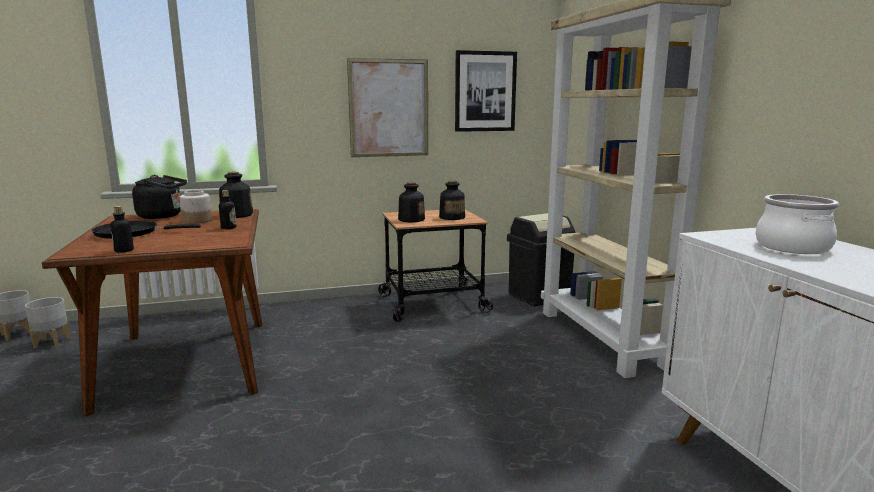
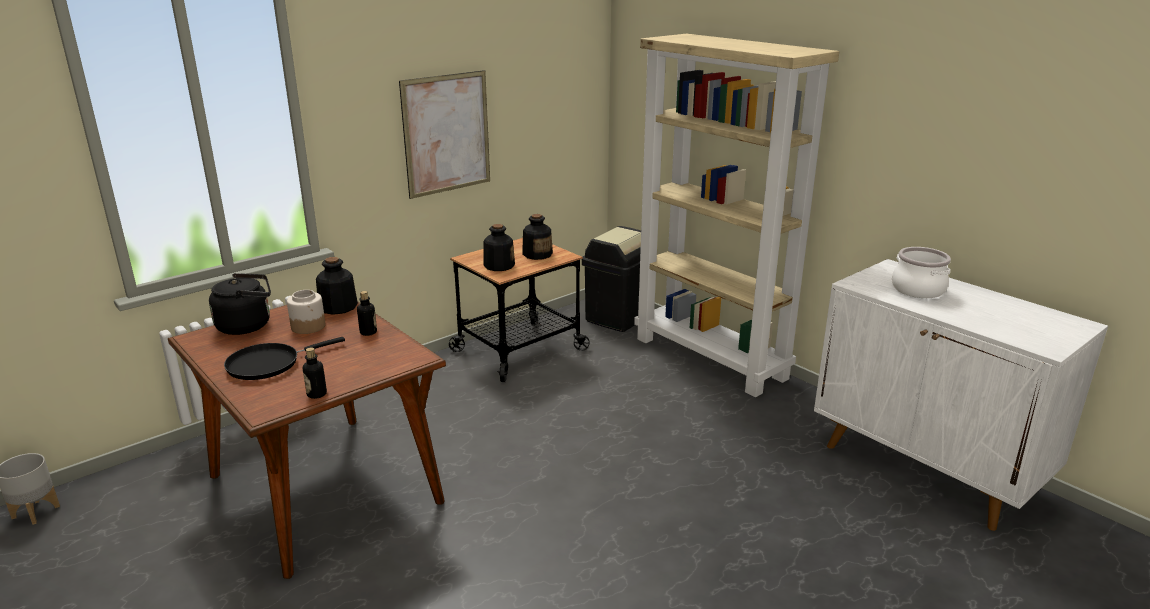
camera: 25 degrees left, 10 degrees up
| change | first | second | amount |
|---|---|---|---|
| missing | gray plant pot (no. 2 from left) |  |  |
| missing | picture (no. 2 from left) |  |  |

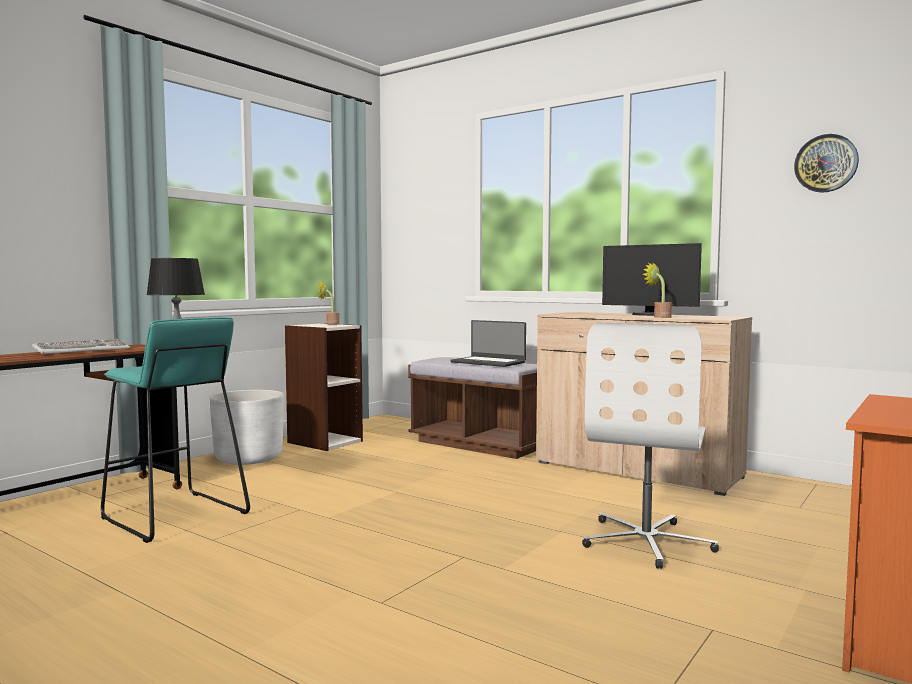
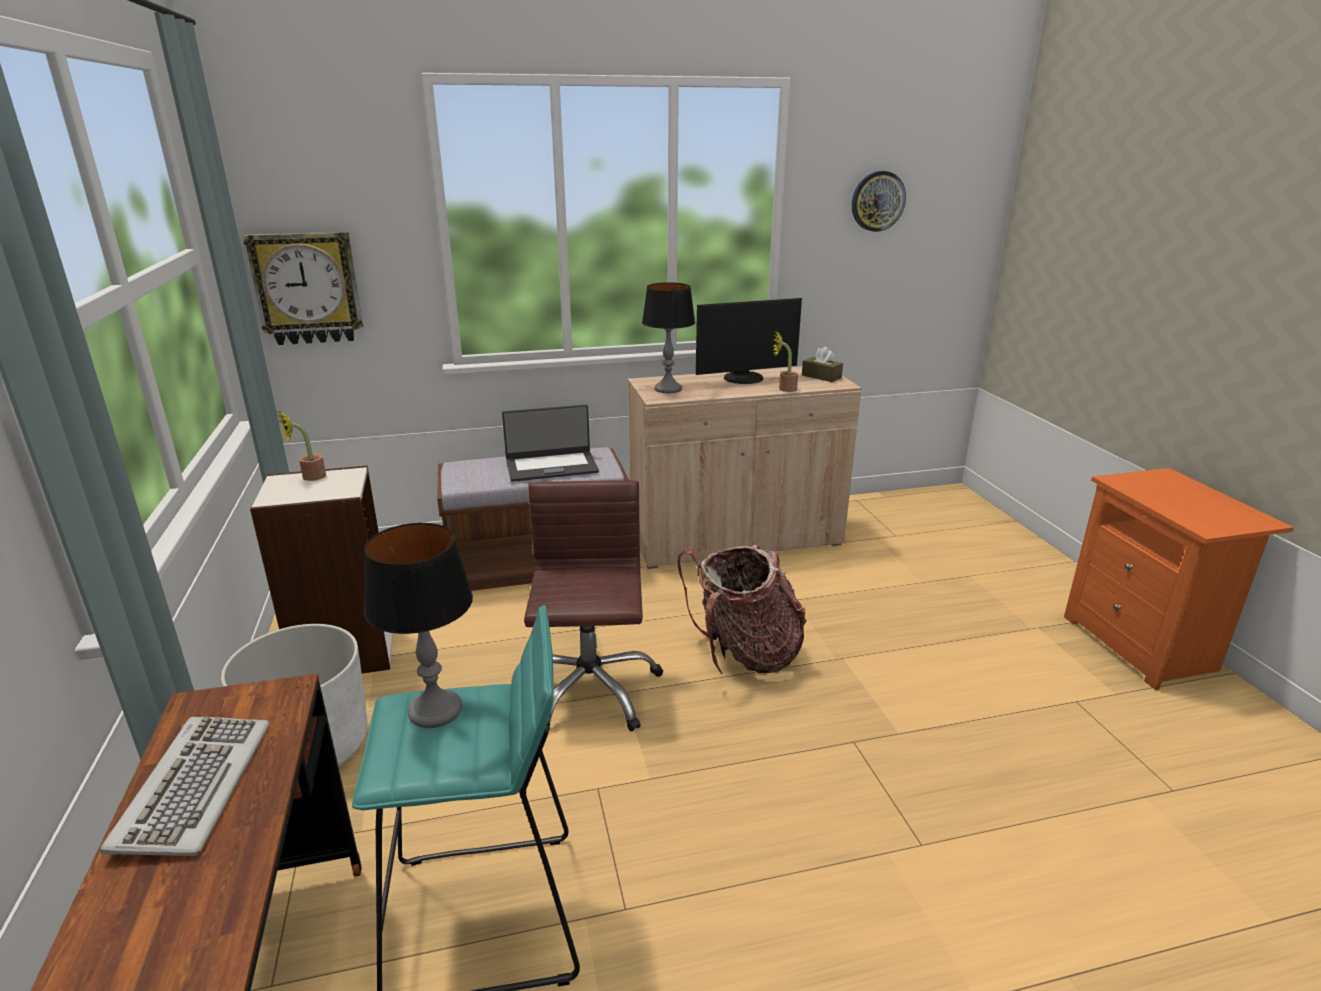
camera: 50 degrees left, 20 degrees up
| change | first | second | amount |
|---|---|---|---|
| missing | white desk chair |  |  |
| appeared |  | clock on the wall (no. 1 from left) |  |
| appeared |  | brown desk chair |  |
| appeared |  | table lamp (no. 2 from left) |  |
| appeared |  | backpack |  |
| appeared |  | brown tissue holder |  |

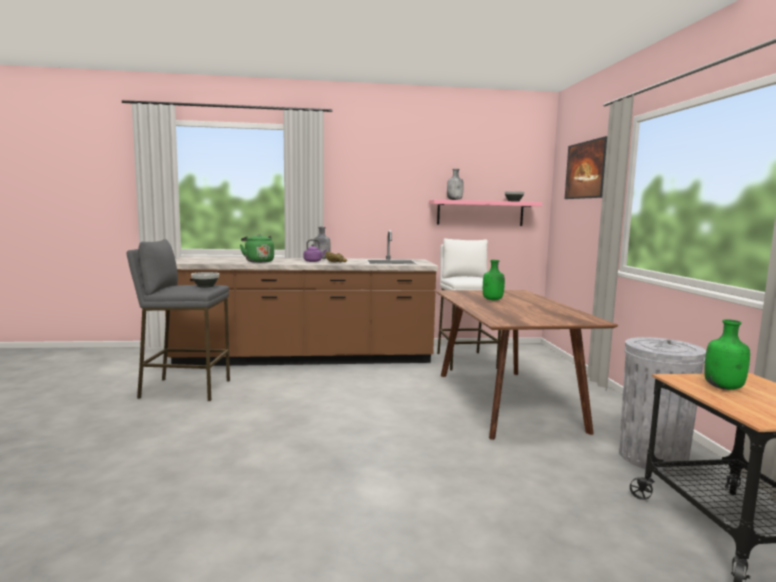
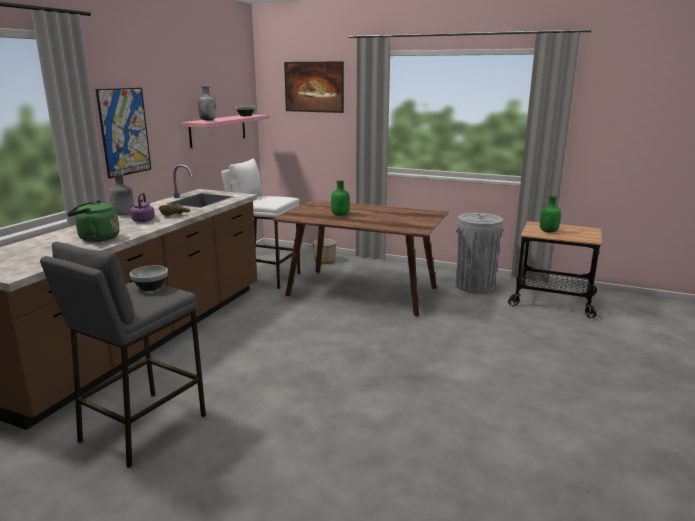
camera: 60 degrees left, 10 degrees up
| change | first | second | amount |
|---|---|---|---|
| appeared |  | picture (no. 1 from left) |  |
| appeared |  | plant pot |  |

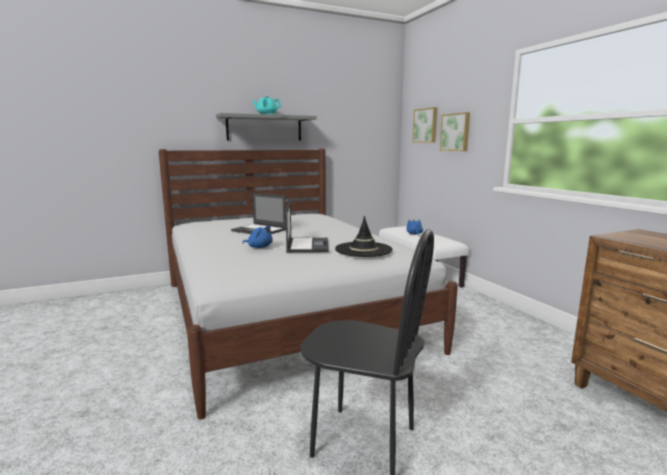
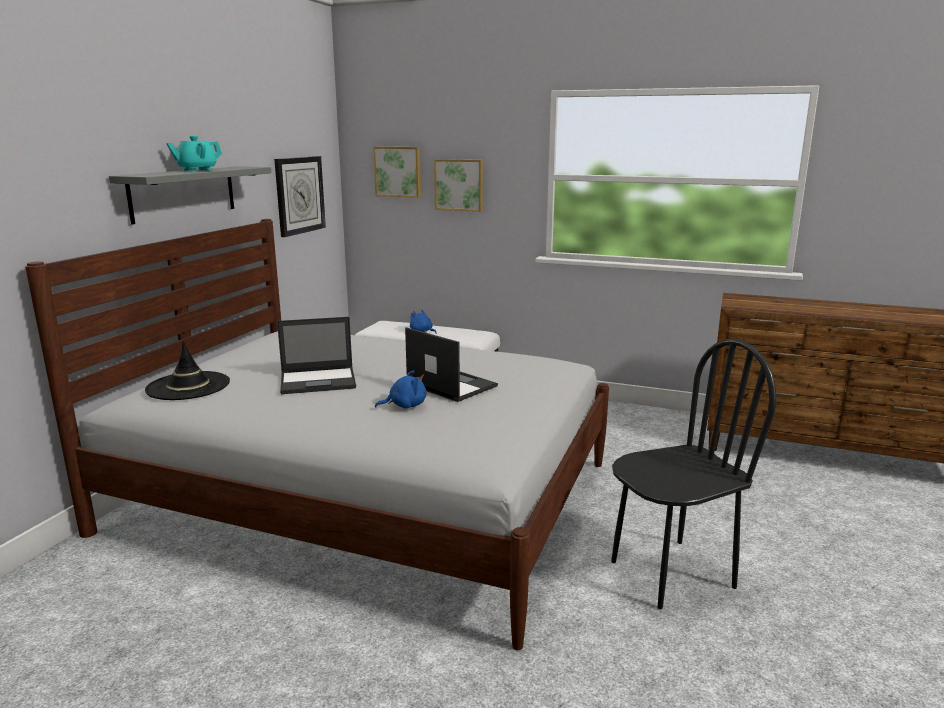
camera: 45 degrees left, 5 degrees up
| change | first | second | amount |
|---|---|---|---|
| relocated | black-coloured clothing hat |  |  |
| appeared |  | clock on the wall |  |

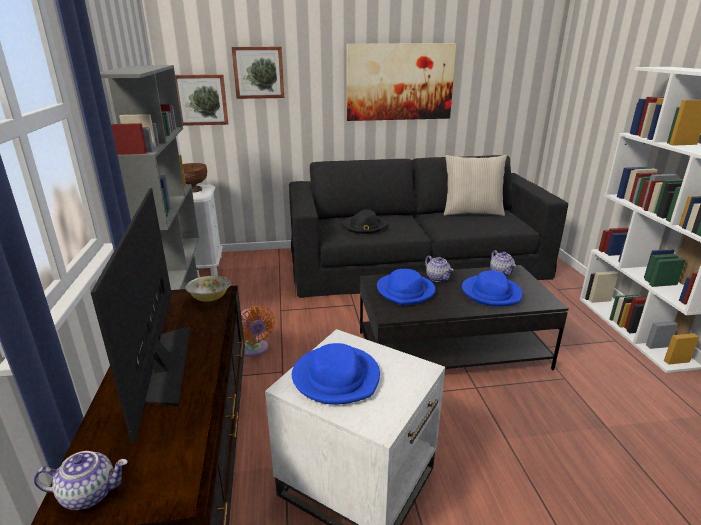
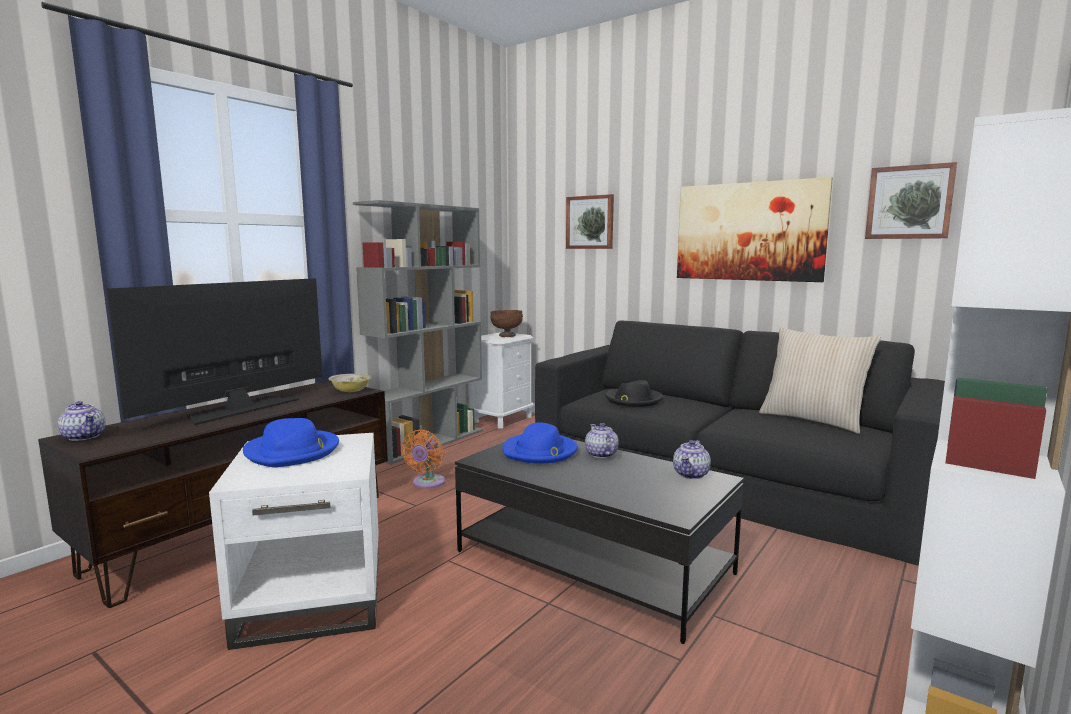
camera: 45 degrees right, 15 degrees down
| change | first | second | amount |
|---|---|---|---|
| relocated | picture (no. 1 from left in the first image) | picture (no. 3 from left) |  |
| spun | teapot (no. 2 from left) |  | 150 degrees clockwise |
| missing | blue-coloured clothing hat (no. 3 from left) |  |  |

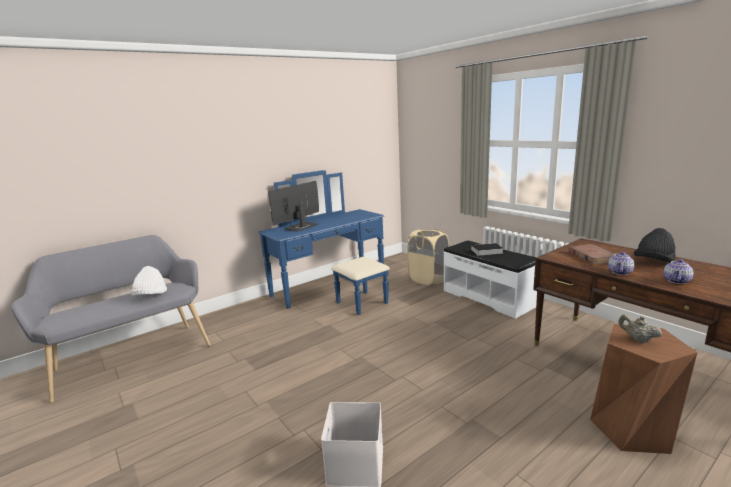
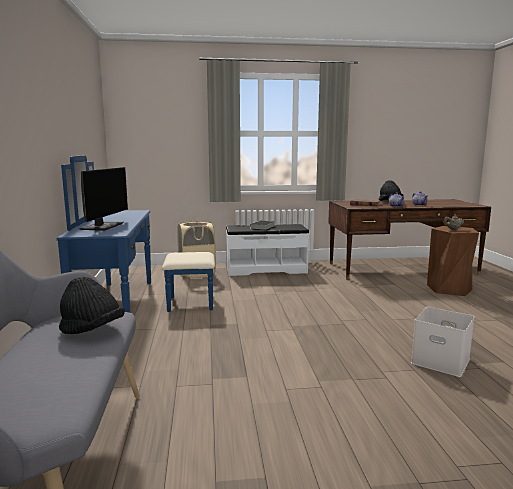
camera: 60 degrees left, 5 degrees down
| change | first | second | amount |
|---|---|---|---|
| colour | white clothing hat | black-coloured clothing hat (no. 1 from left) |  |
| spun | computer screen |  | 150 degrees counterclockwise |

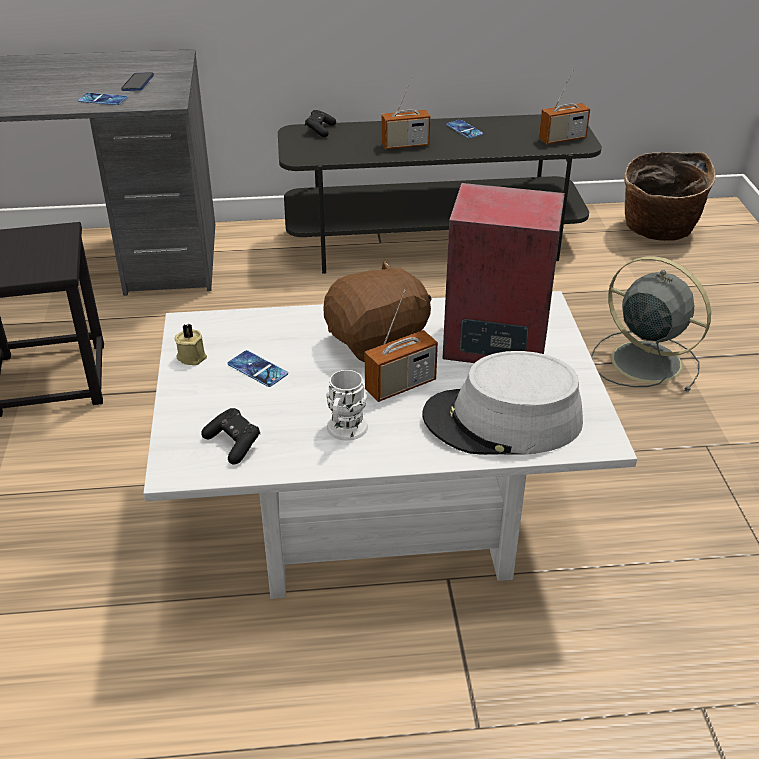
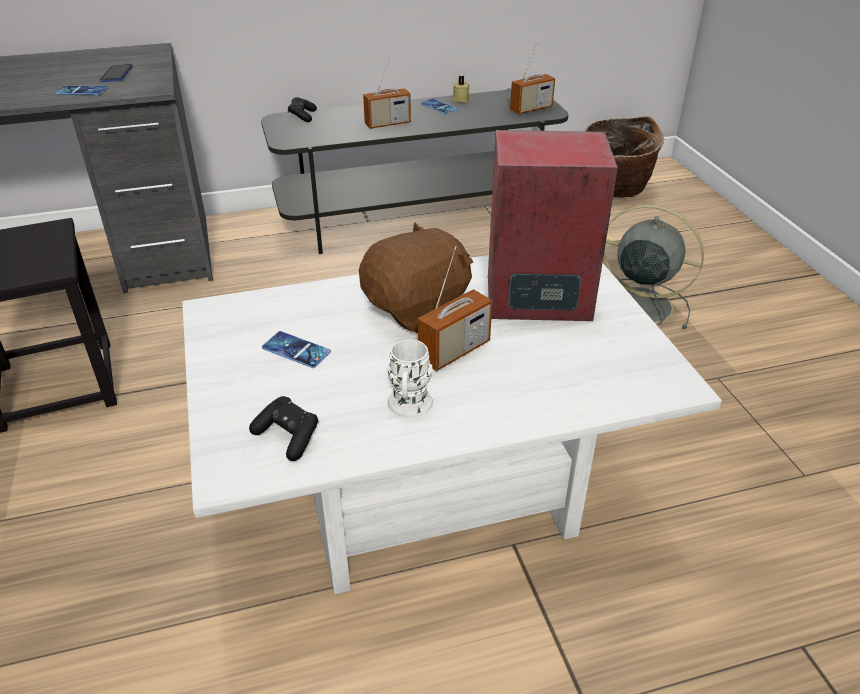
camera: 10 degrees left, 0 degrees up
| change | first | second | amount |
|---|---|---|---|
| relocated | beige candle |  |  |
| missing | gray clothing hat |  |  |

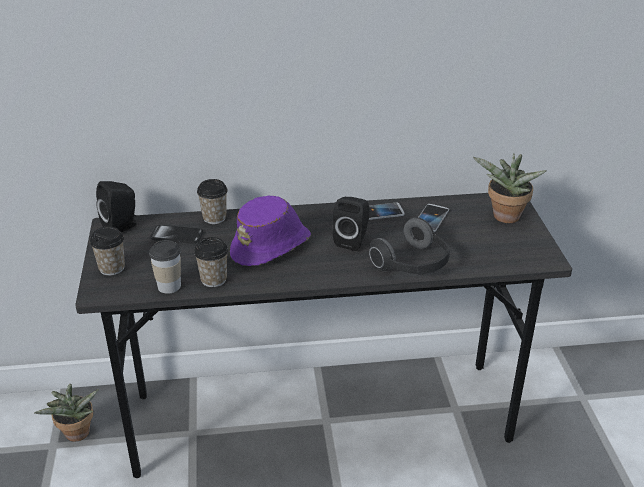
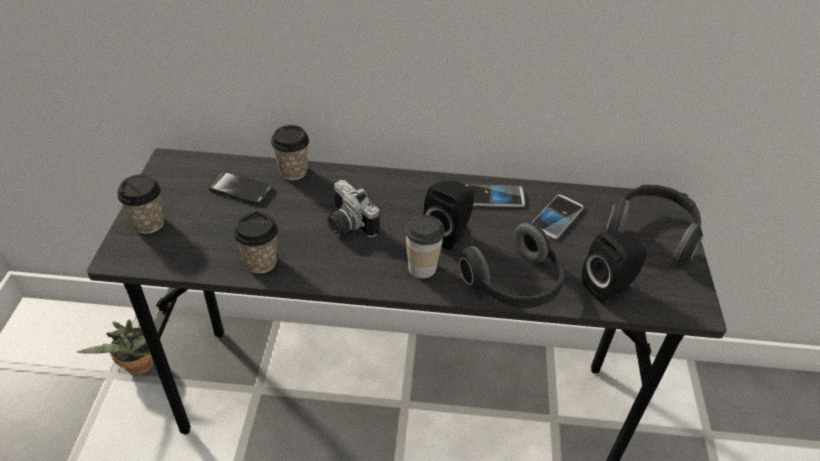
camera: 10 degrees right, 10 degrees up
| change | first | second | amount |
|---|---|---|---|
| relocated | black-coloured loudspeaker (no. 1 from left in the first image) | black-coloured loudspeaker (no. 2 from left) |  |
| relocated | small cup (no. 2 from left in the first image) | small cup (no. 4 from left) |  |
| exchanged | purple clothing hat | still camera |  |
| exchanged | plant in a pot (no. 2 from left) | headphones (no. 2 from left) |  |

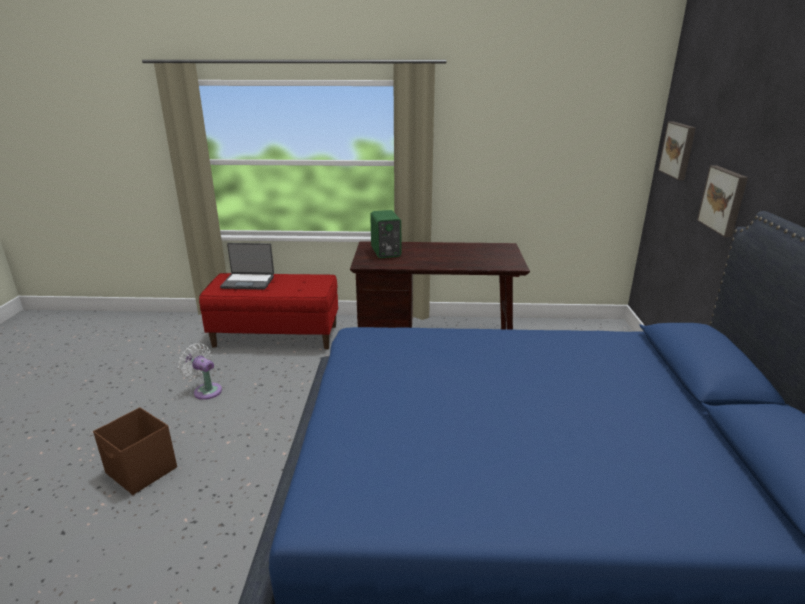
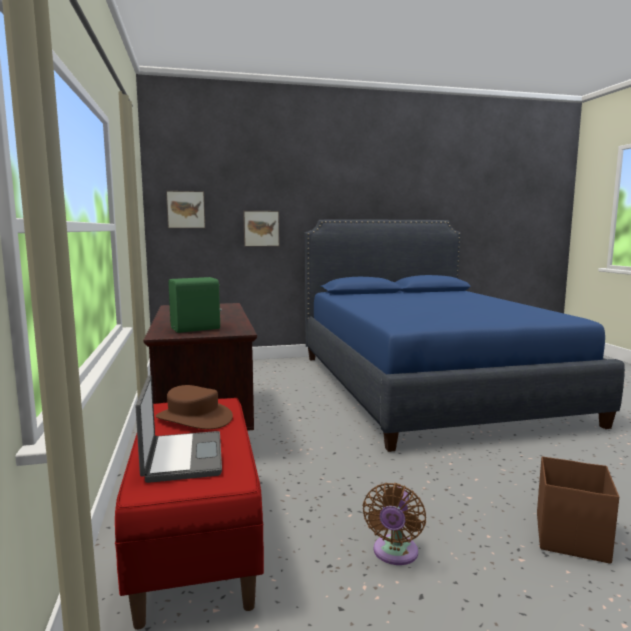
camera: 105 degrees left, 15 degrees down
| change | first | second | amount |
|---|---|---|---|
| colour | white electric fan | brown electric fan |  |
| appeared |  | brown clothing hat |  |

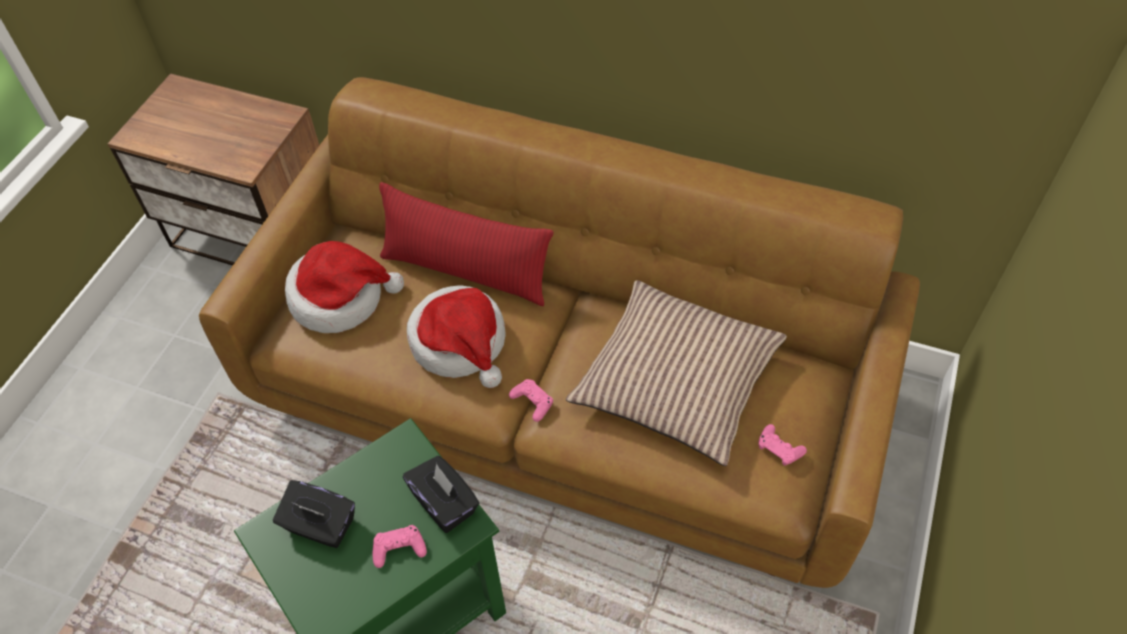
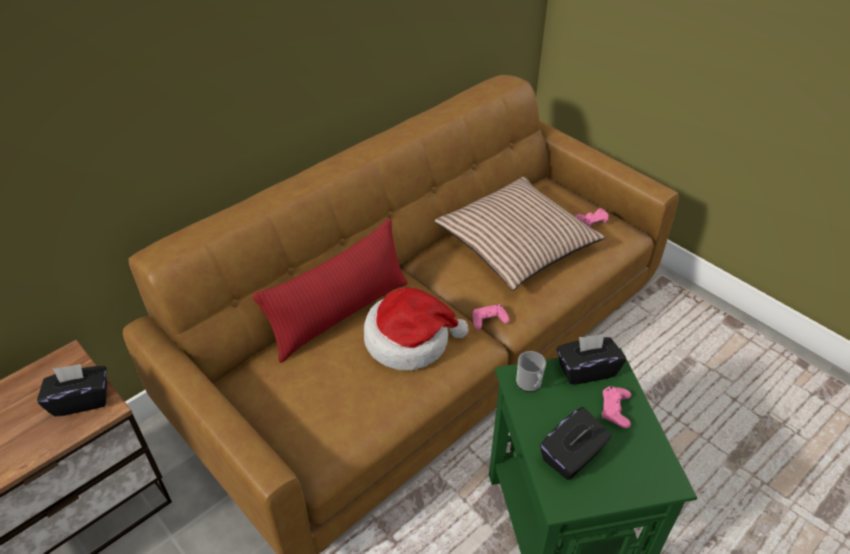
camera: 65 degrees left, 10 degrees down
| change | first | second | amount |
|---|---|---|---|
| missing | clothing hat (no. 1 from left) |  |  |
| appeared |  | black-coloured tissue holder (no. 1 from left) |  |
| appeared |  | mug |  |

